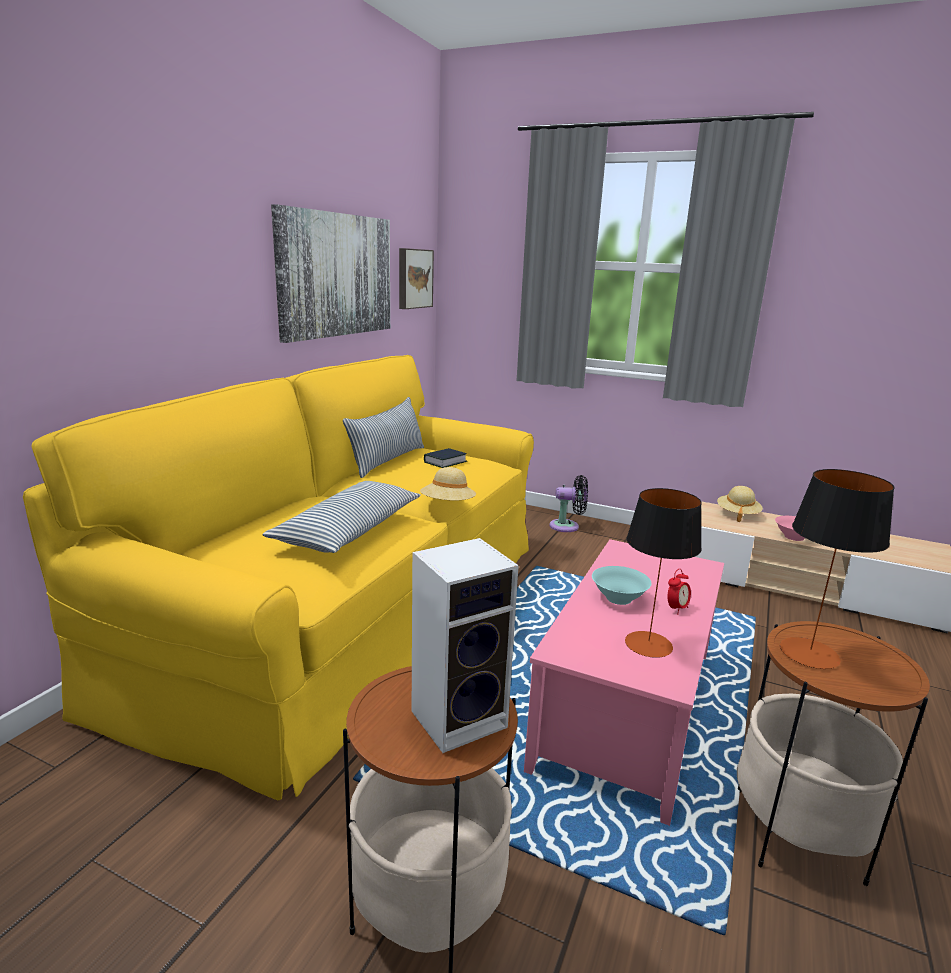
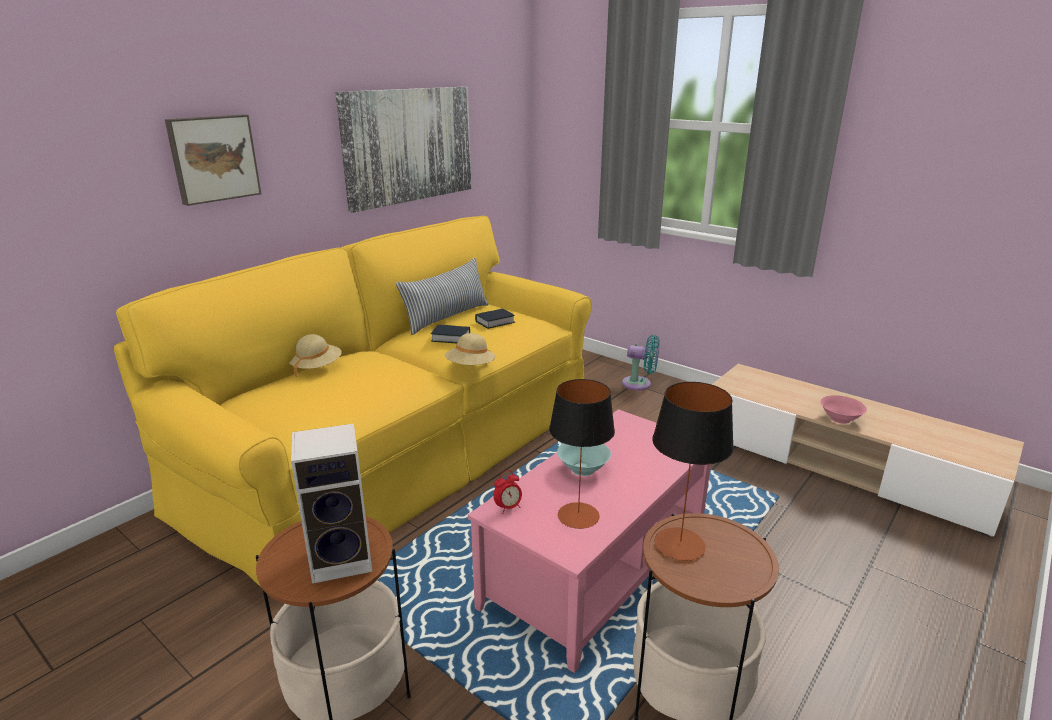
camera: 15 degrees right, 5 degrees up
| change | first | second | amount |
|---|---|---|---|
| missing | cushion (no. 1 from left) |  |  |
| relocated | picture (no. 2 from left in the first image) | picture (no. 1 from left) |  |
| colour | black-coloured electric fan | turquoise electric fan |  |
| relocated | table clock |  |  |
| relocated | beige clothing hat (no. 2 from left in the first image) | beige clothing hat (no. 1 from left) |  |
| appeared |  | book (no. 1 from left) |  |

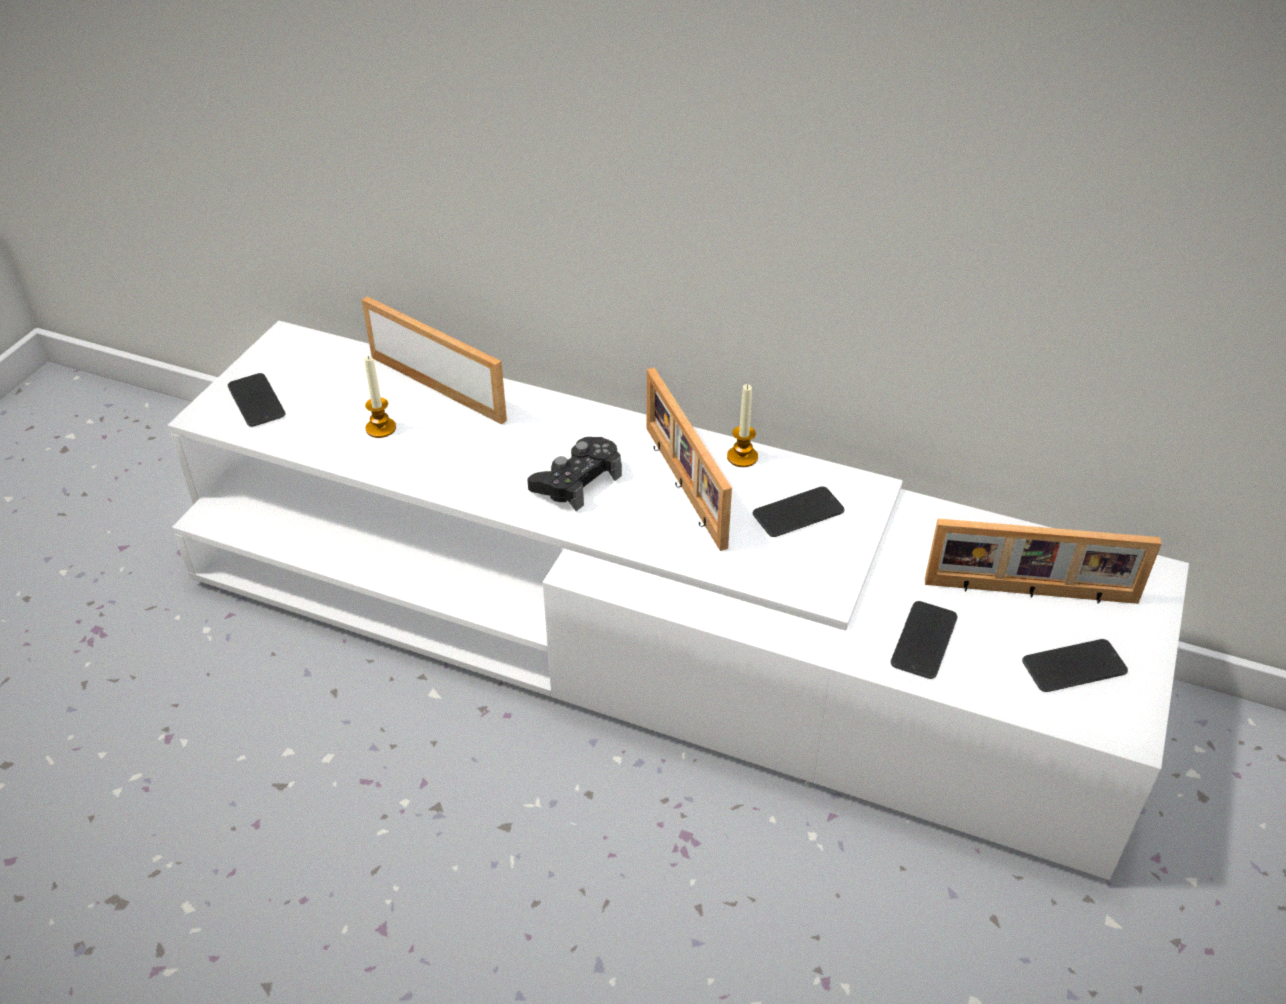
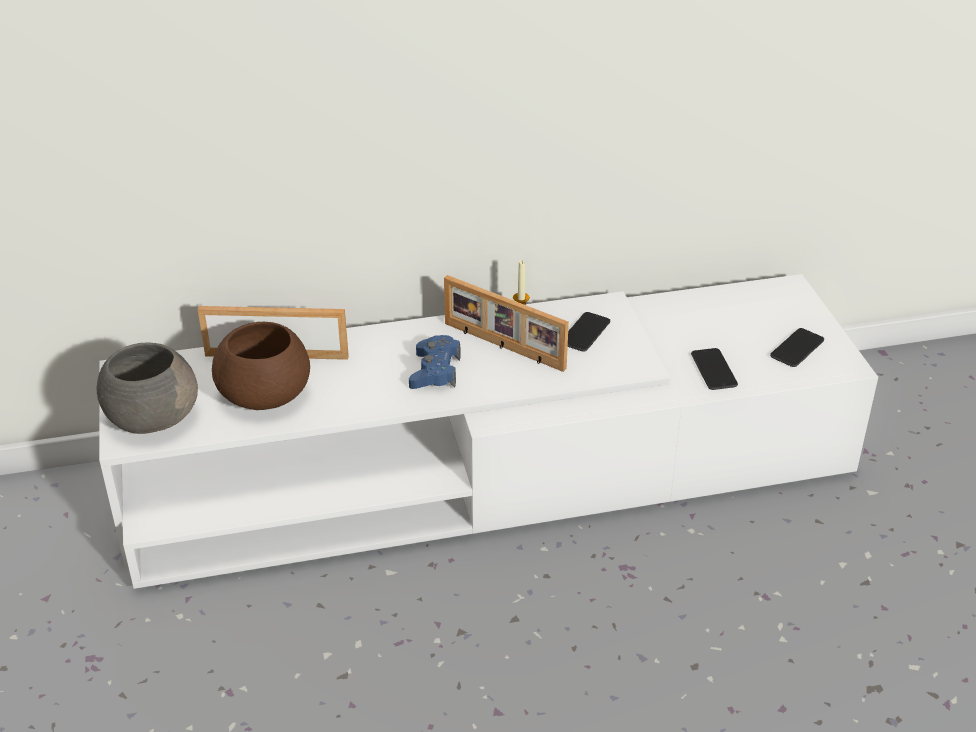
camera: 35 degrees left, 5 degrees down
| change | first | second | amount |
|---|---|---|---|
| exchanged | phone (no. 1 from left) | gray bowl |  |
| exchanged | candle (no. 1 from left) | brown bowl |  |
| colour | black-coloured game controller | blue-coloured game controller |  |
| missing | picture frame (no. 3 from left) |  |  |

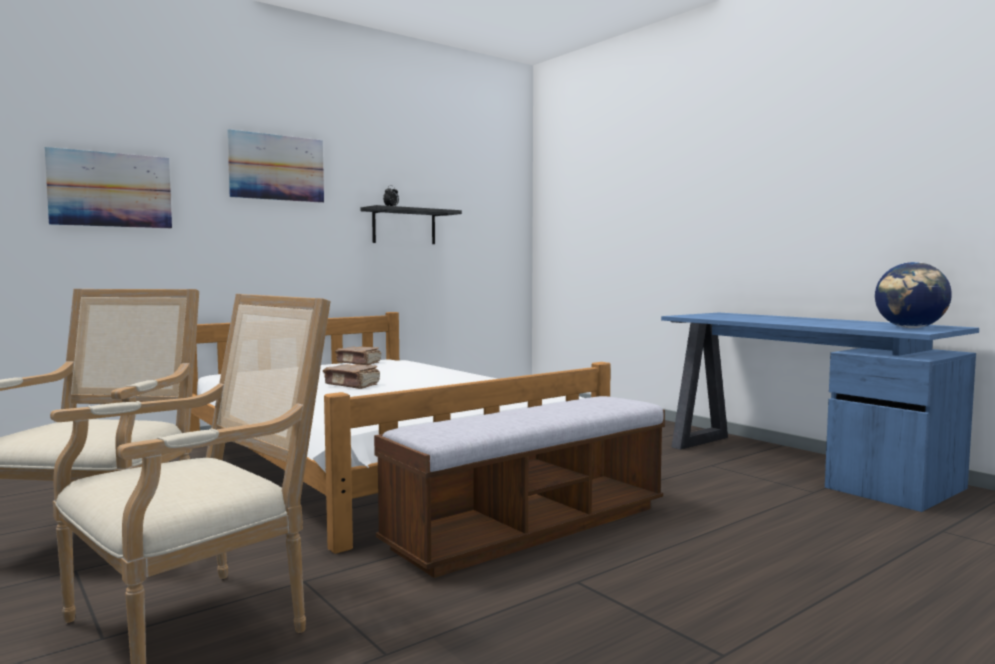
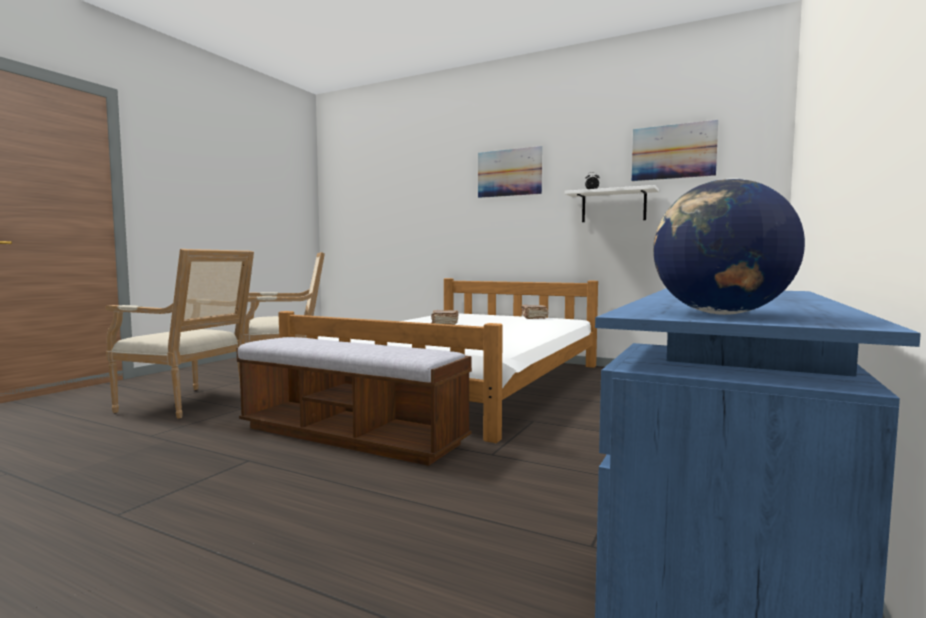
camera: 65 degrees right, 0 degrees up
| change | first | second | amount |
|---|---|---|---|
| relocated | picture (no. 1 from left in the first image) | picture (no. 2 from left) |  |
| colour | black-coloured bracket shelf | white bracket shelf |  |

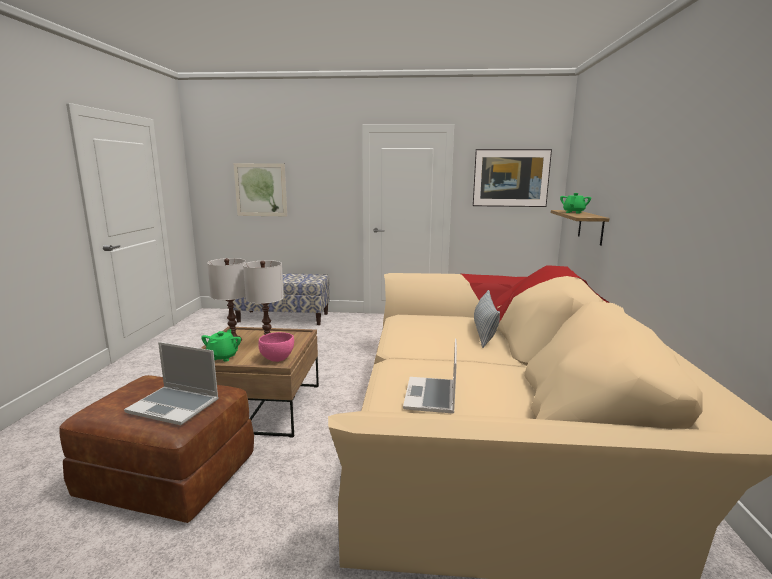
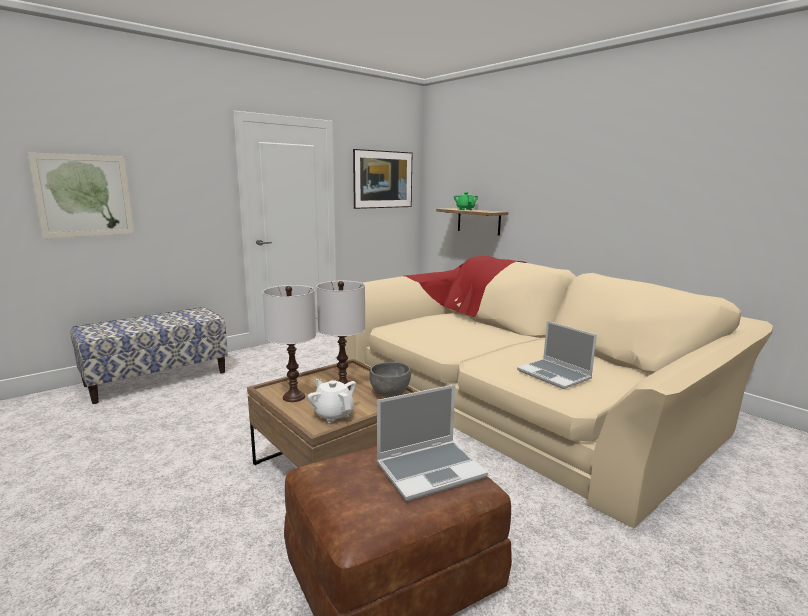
camera: 45 degrees left, 0 degrees up
| change | first | second | amount |
|---|---|---|---|
| colour | green teapot (no. 1 from left) | white teapot |  |
| colour | pink-coloured bowl | gray bowl |  |
| missing | cushion |  |  |

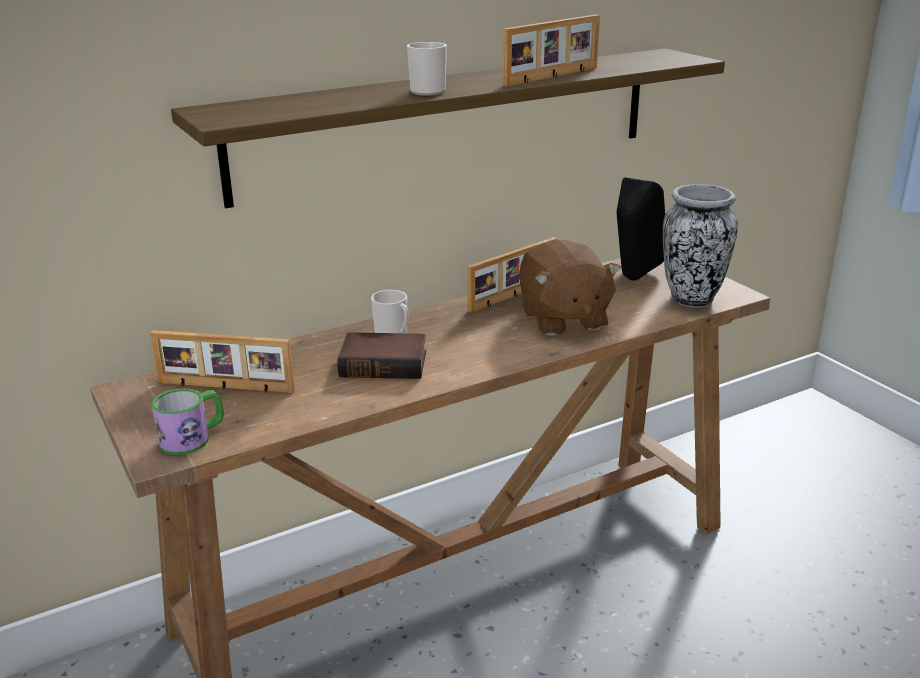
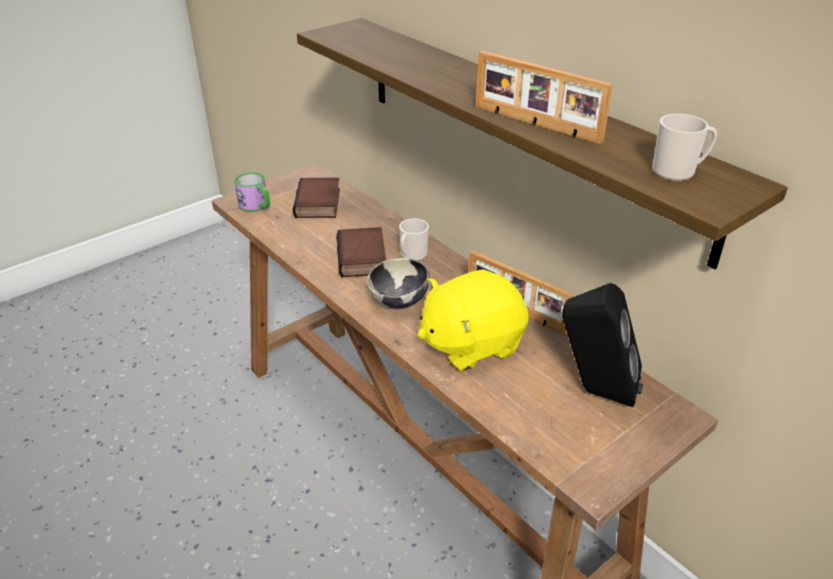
camera: 80 degrees right, 10 degrees up
| change | first | second | amount |
|---|---|---|---|
| exchanged | picture frame (no. 1 from left) | book (no. 1 from left) |  |
| relocated | mug (no. 3 from left) |  |  |
| colour | brown cuddly toy | yellow-coloured cuddly toy |  |
| missing | vase |  |  |
| appeared |  | bowl |  |

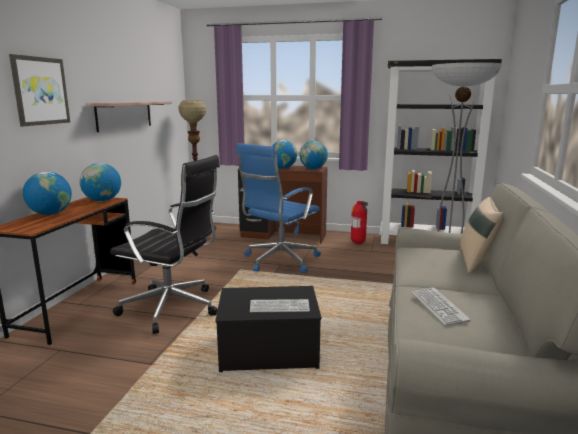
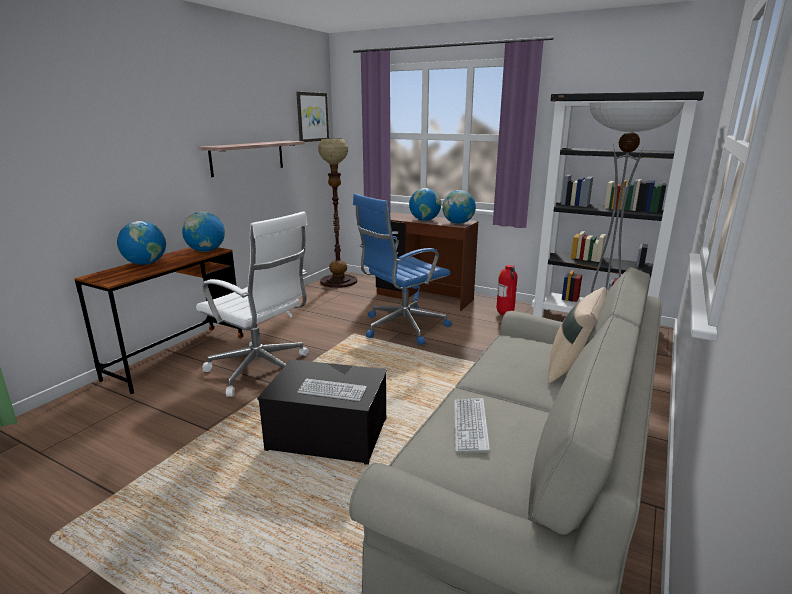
camera: 15 degrees right, 5 degrees up
| change | first | second | amount |
|---|---|---|---|
| relocated | picture |  |  |
| colour | black-coloured desk chair | white desk chair |  |

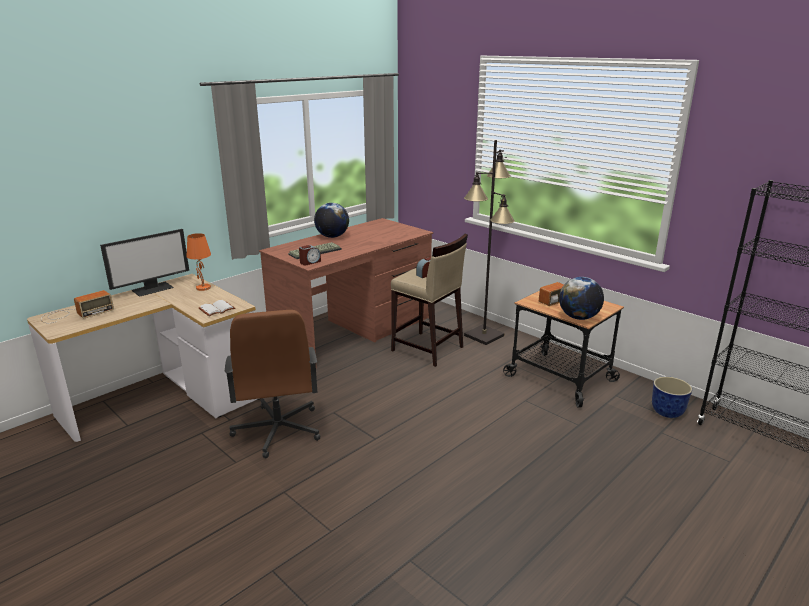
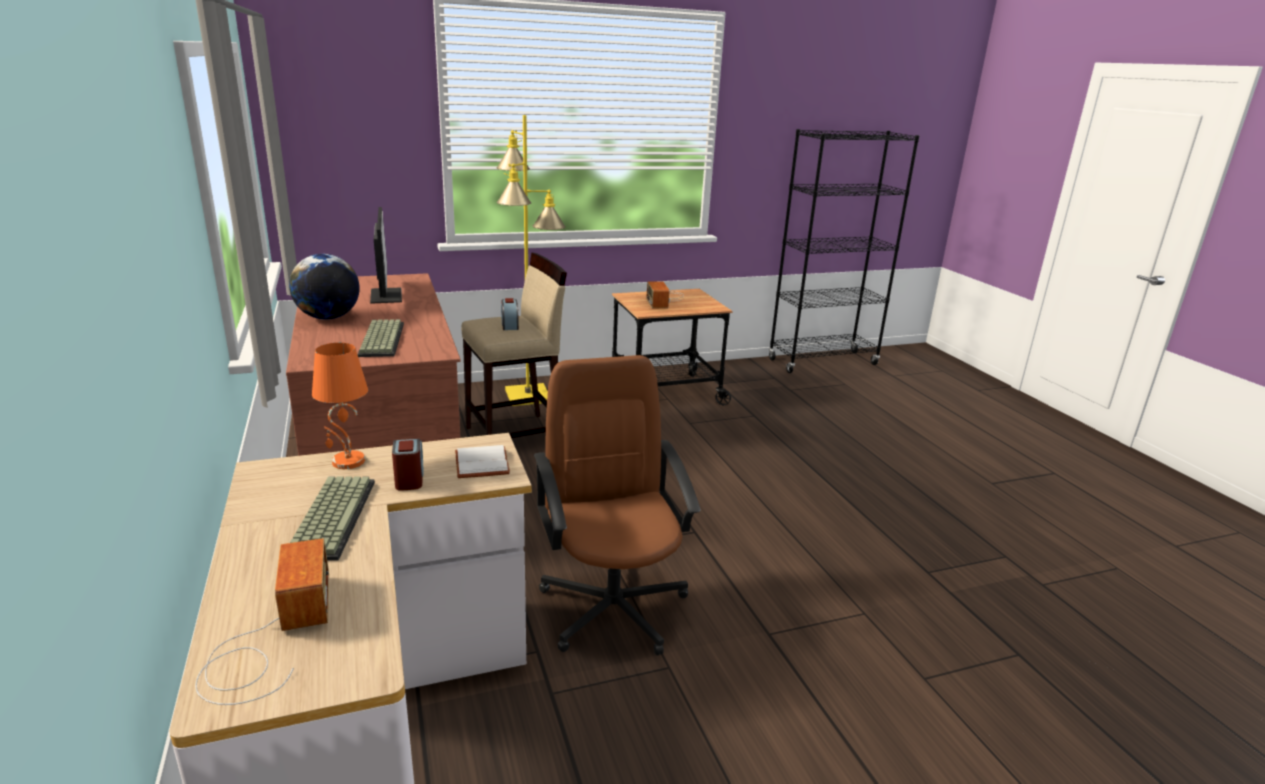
camera: 65 degrees left, 0 degrees up
| change | first | second | amount |
|---|---|---|---|
| relocated | computer screen |  |  |
| spun | brown desk chair |  | 120 degrees counterclockwise |
| relocated | table clock (no. 1 from left) |  |  |
| colour | black-coloured standing lamp | yellow-coloured standing lamp |  |
| missing | desk globe (no. 2 from left) |  |  |
| missing | plant pot |  |  |
| appeared |  | keyboard (no. 1 from left) |  |

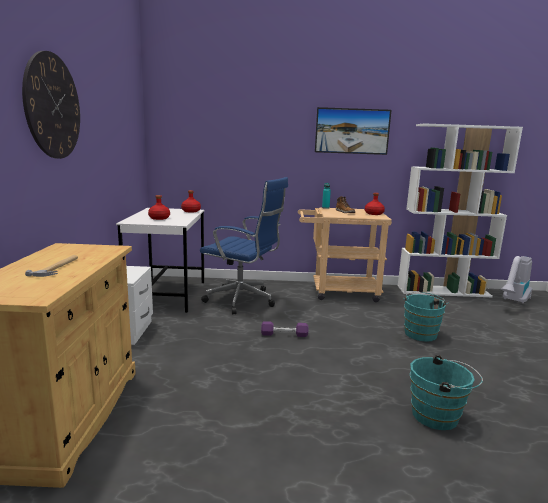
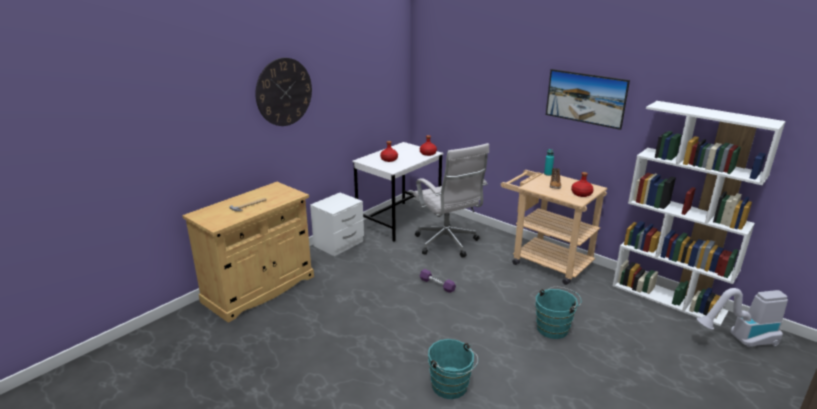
camera: 40 degrees right, 10 degrees up
| change | first | second | amount |
|---|---|---|---|
| colour | blue-coloured desk chair | white desk chair |  |

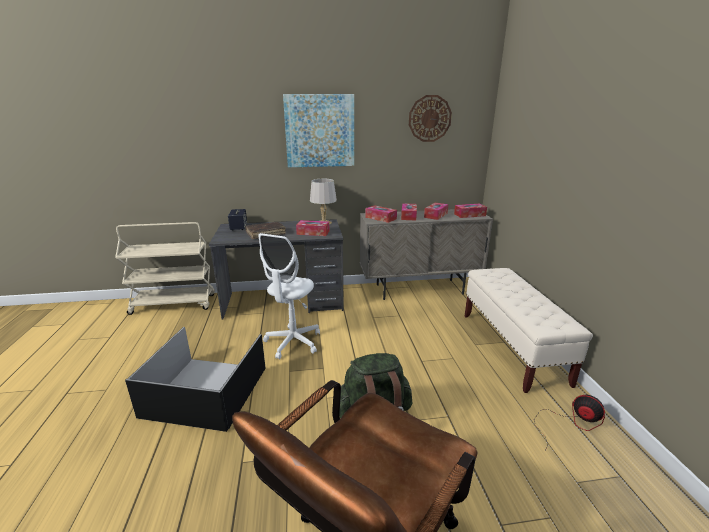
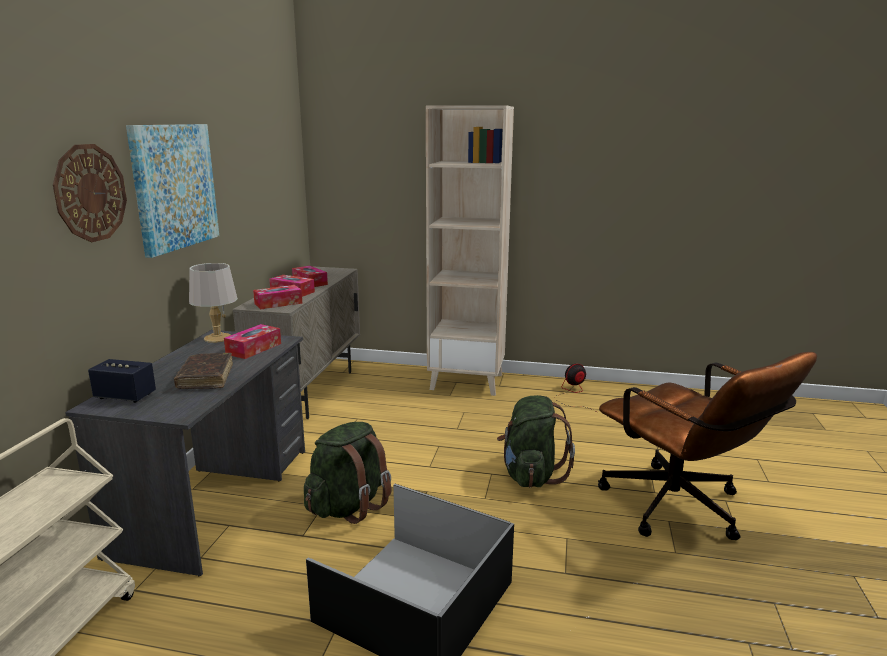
camera: 70 degrees left, 5 degrees down
| change | first | second | amount |
|---|---|---|---|
| exchanged | white desk chair | green backpack (no. 1 from left) |  |
| relocated | clock on the wall |  |  |
| missing | tissue holder (no. 5 from left) |  |  |
| exchanged | beige indoor bench | beige bookshelf |  |

